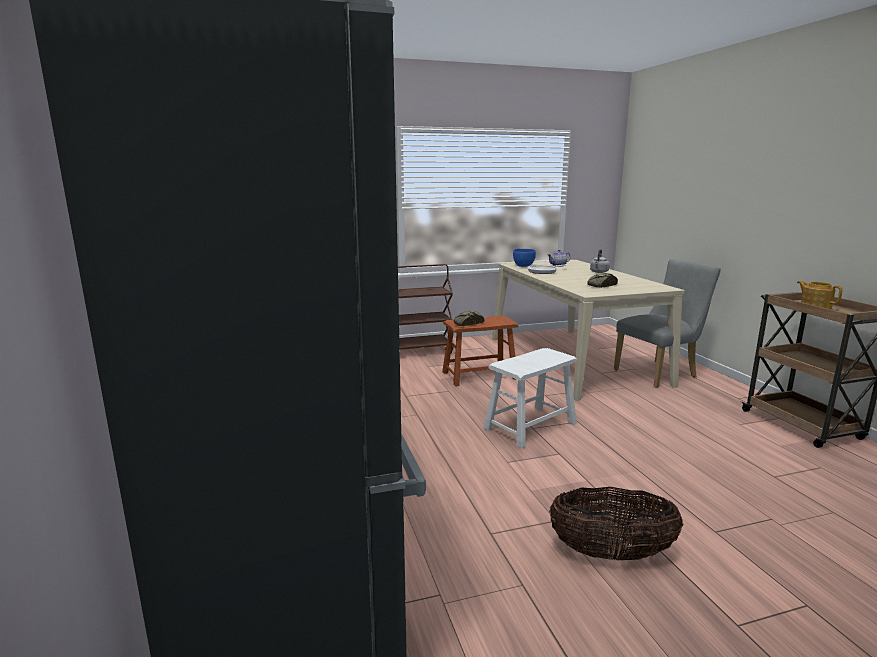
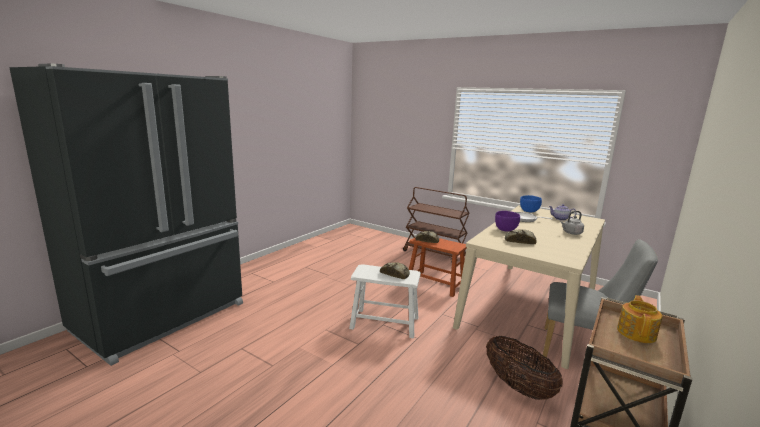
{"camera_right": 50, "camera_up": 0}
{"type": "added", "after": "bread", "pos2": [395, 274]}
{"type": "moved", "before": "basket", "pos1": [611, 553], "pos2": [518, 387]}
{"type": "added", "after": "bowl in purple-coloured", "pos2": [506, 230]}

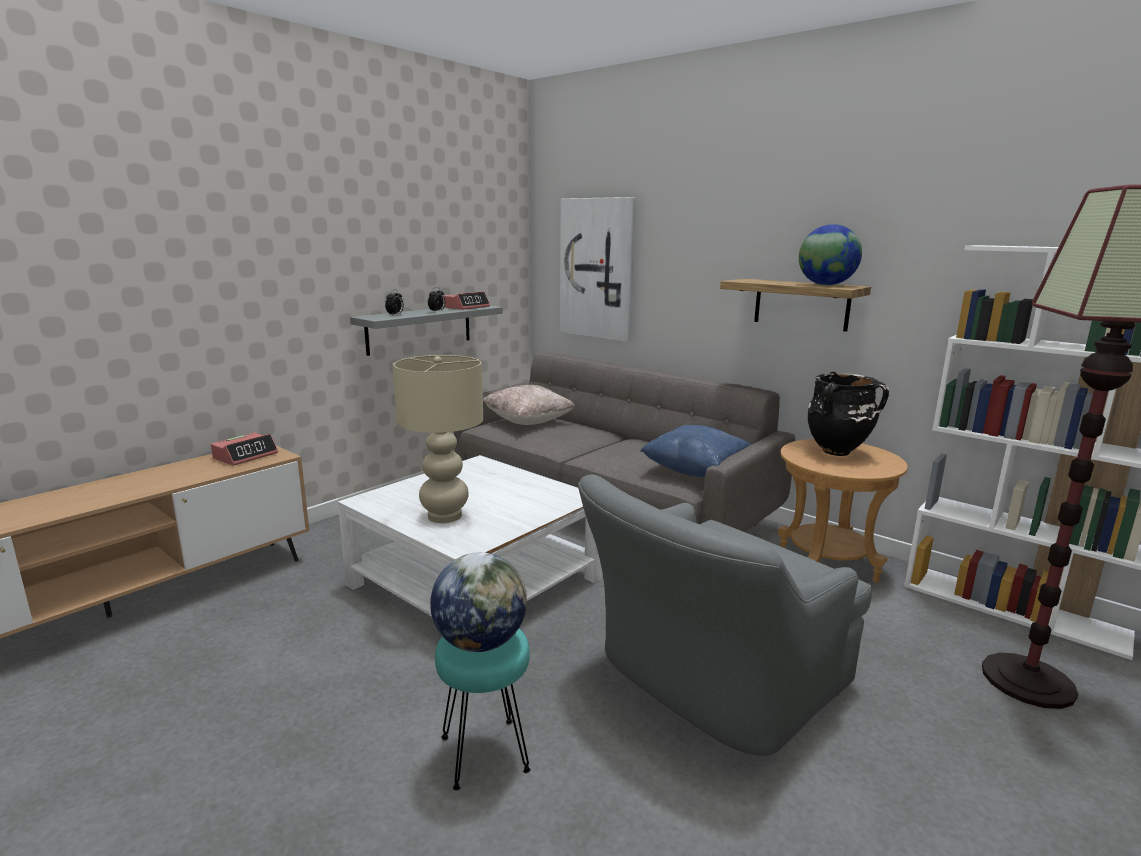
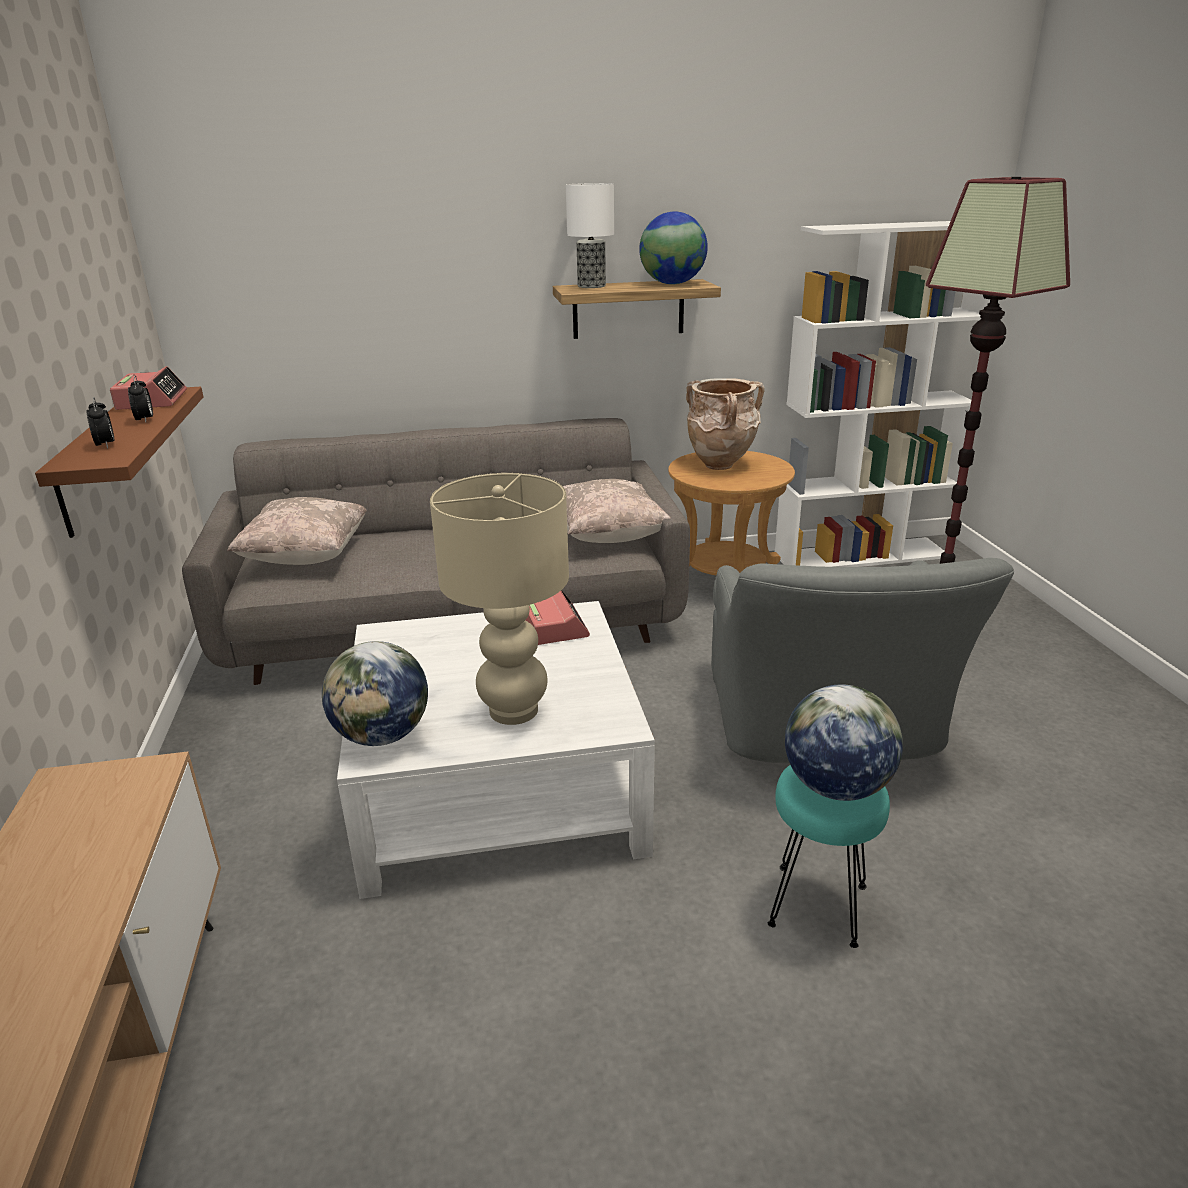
{"camera_right": -50, "camera_up": 10}
{"type": "recoloured", "before": "wall shelf in grey", "after": "wall shelf in brown", "pos1": [420, 328], "pos2": [100, 459]}
{"type": "added", "after": "globe", "pos2": [382, 736]}
{"type": "moved", "before": "table clock", "pos1": [246, 456], "pos2": [554, 626]}
{"type": "recoloured", "before": "pillow in blue", "after": "pillow in beige", "pos1": [696, 471], "pos2": [608, 536]}
{"type": "added", "after": "tabletop lamp", "pos2": [592, 286]}
{"type": "recoloured", "before": "flower vase in blackish", "after": "flower vase in beige", "pos1": [837, 453], "pos2": [721, 466]}
{"type": "removed", "before": "picture", "pos1": [597, 269]}

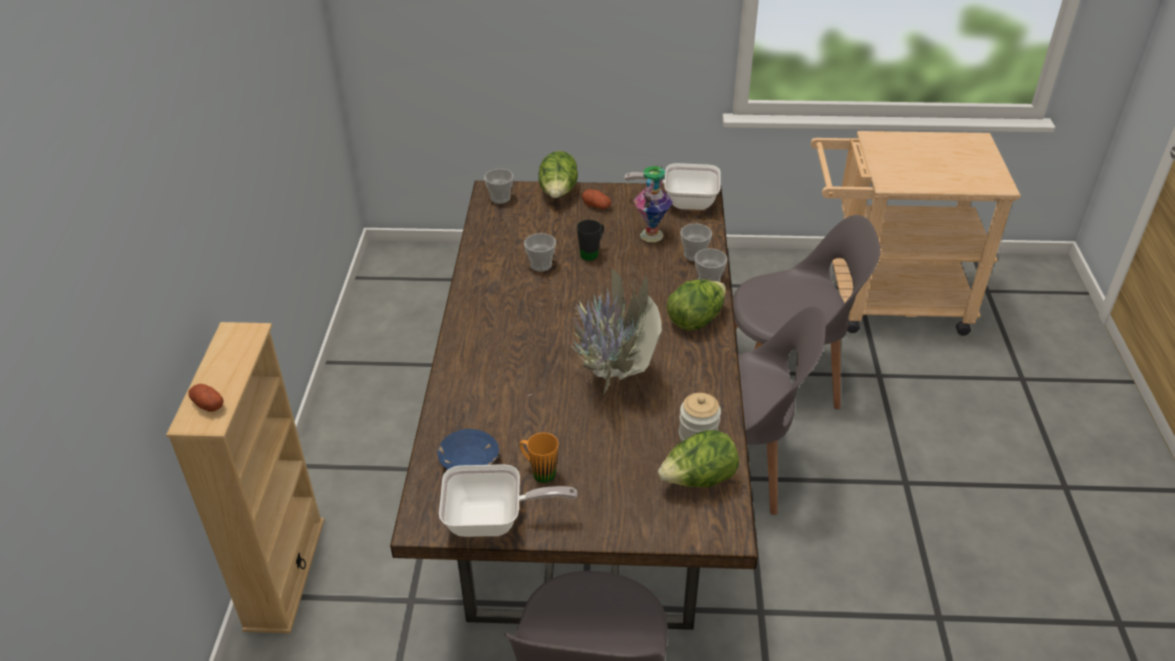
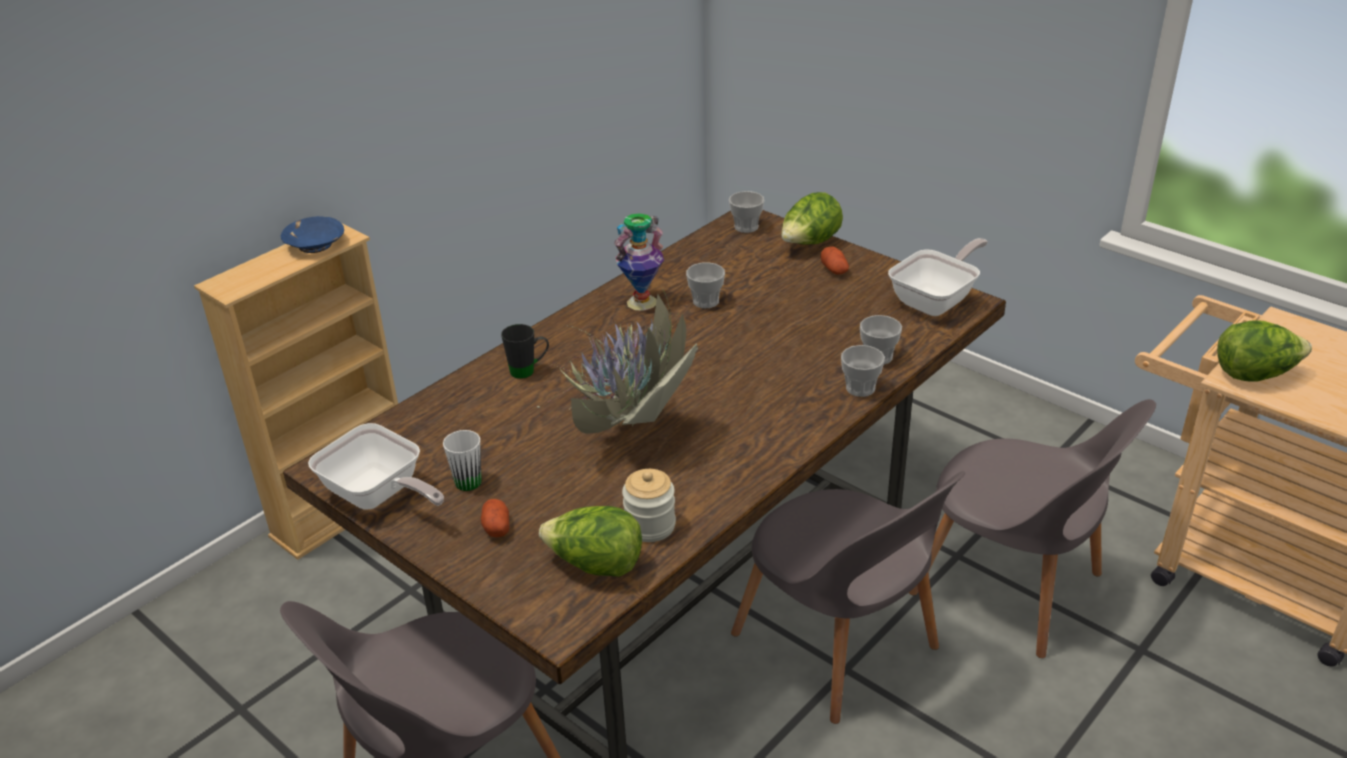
{"camera_right": 40, "camera_up": -5}
{"type": "moved", "before": "bowl in blue", "pos1": [469, 461], "pos2": [314, 245]}
{"type": "recoloured", "before": "tea mug in orange", "after": "tea mug in white", "pos1": [539, 472], "pos2": [467, 478]}
{"type": "moved", "before": "whole potato", "pos1": [208, 405], "pos2": [496, 527]}
{"type": "moved", "before": "tea mug in blackish", "pos1": [592, 253], "pos2": [528, 371]}
{"type": "moved", "before": "flower vase", "pos1": [652, 235], "pos2": [642, 302]}
{"type": "turned", "before": "skillet", "pos1": [683, 201], "pos2": [937, 300], "turn": 90}
{"type": "moved", "before": "lettuce head", "pos1": [696, 319], "pos2": [1254, 374]}

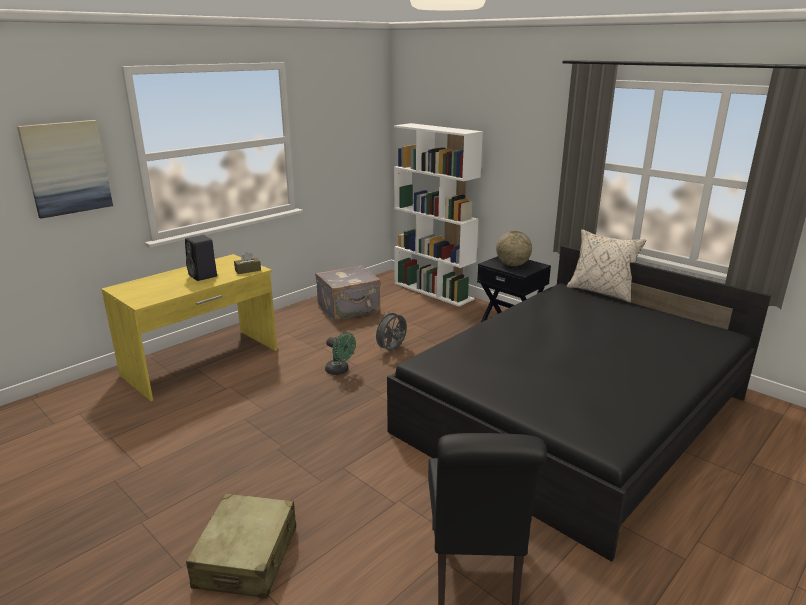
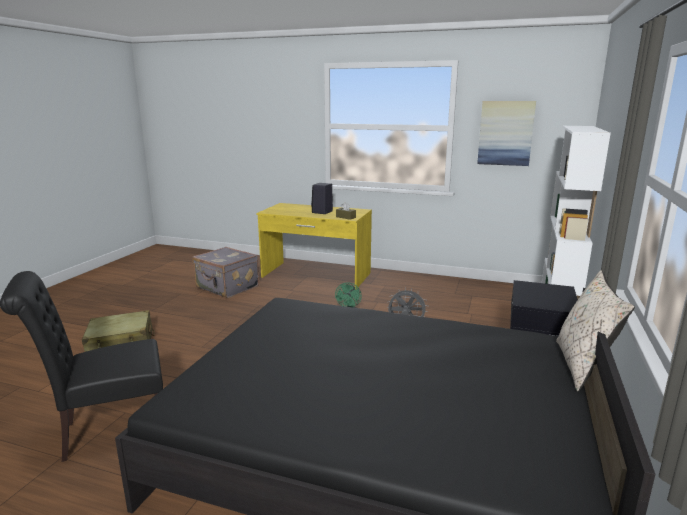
{"camera_right": 65, "camera_up": -5}
{"type": "moved", "before": "suitcase in grey", "pos1": [349, 310], "pos2": [227, 287]}
{"type": "moved", "before": "picture", "pos1": [67, 168], "pos2": [505, 133]}
{"type": "removed", "before": "globe", "pos1": [512, 265]}

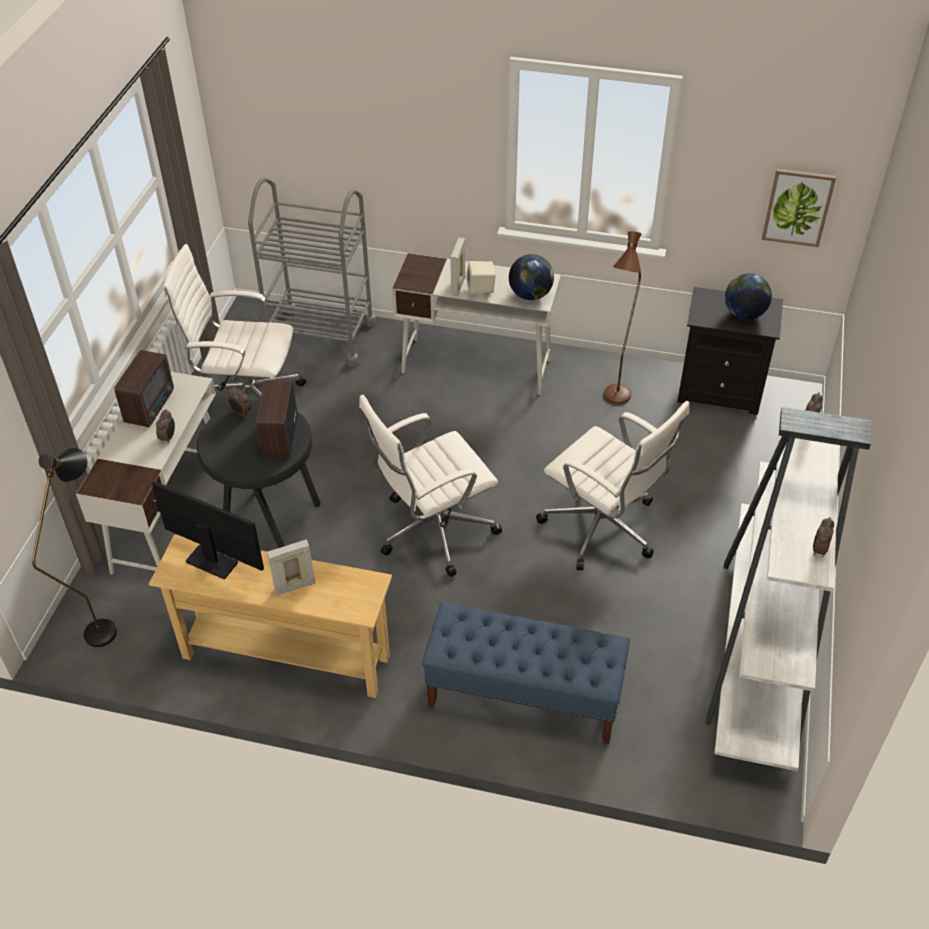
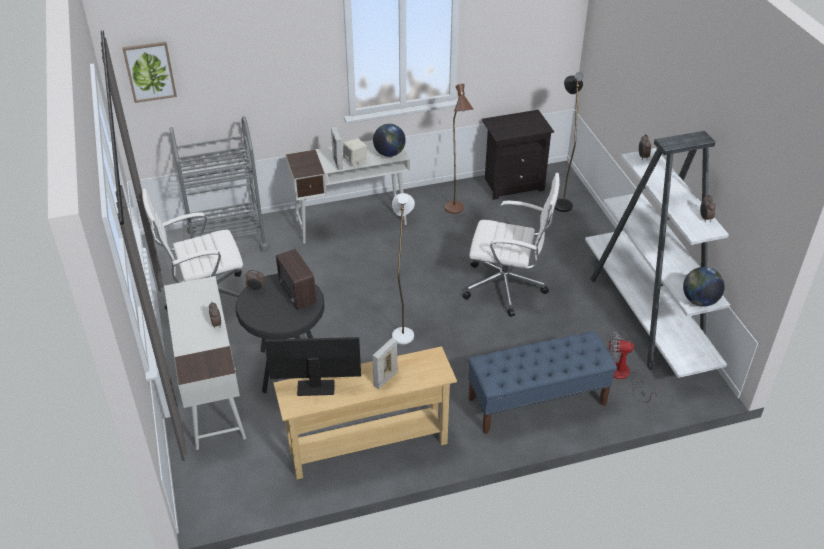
{"camera_right": -30, "camera_up": -5}
{"type": "moved", "before": "picture", "pos1": [798, 207], "pos2": [150, 71]}
{"type": "replaced", "before": "desk chair in white", "after": "floor lamp in white", "pos1": [433, 530], "pos2": [403, 330]}
{"type": "moved", "before": "floor lamp in blackish", "pos1": [108, 624], "pos2": [561, 201]}
{"type": "added", "after": "cooling fan", "pos2": [623, 376]}
{"type": "moved", "before": "globe", "pos1": [744, 314], "pos2": [699, 301]}
{"type": "removed", "before": "radio receiver", "pos1": [151, 406]}

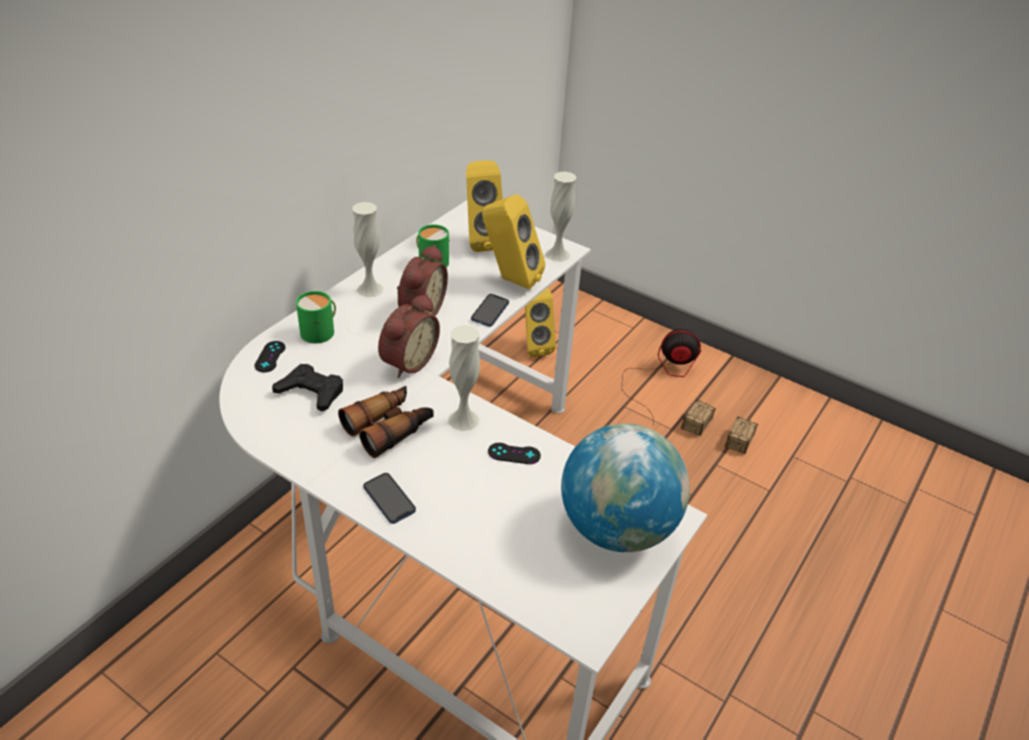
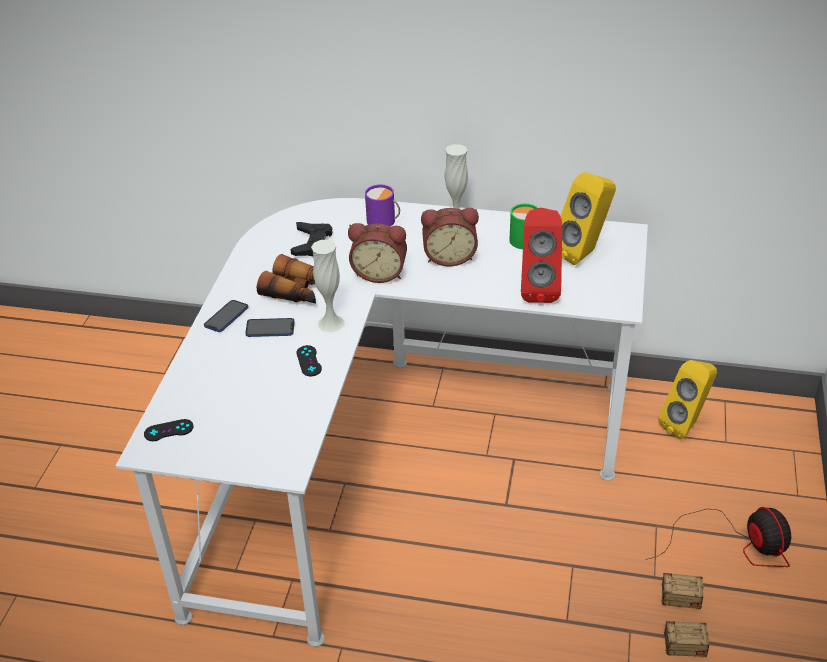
{"camera_right": 70, "camera_up": 0}
{"type": "moved", "before": "gamepad in blackish", "pos1": [270, 357], "pos2": [168, 430]}
{"type": "moved", "before": "phone", "pos1": [490, 311], "pos2": [270, 329]}
{"type": "recoloured", "before": "tea mug in green", "after": "tea mug in purple-coloured", "pos1": [321, 331], "pos2": [383, 221]}
{"type": "recoloured", "before": "loudspeaker in yellow", "after": "loudspeaker in red-coloured", "pos1": [510, 280], "pos2": [538, 289]}
{"type": "removed", "before": "flower vase in white", "pos1": [557, 254]}
{"type": "removed", "before": "globe", "pos1": [617, 528]}

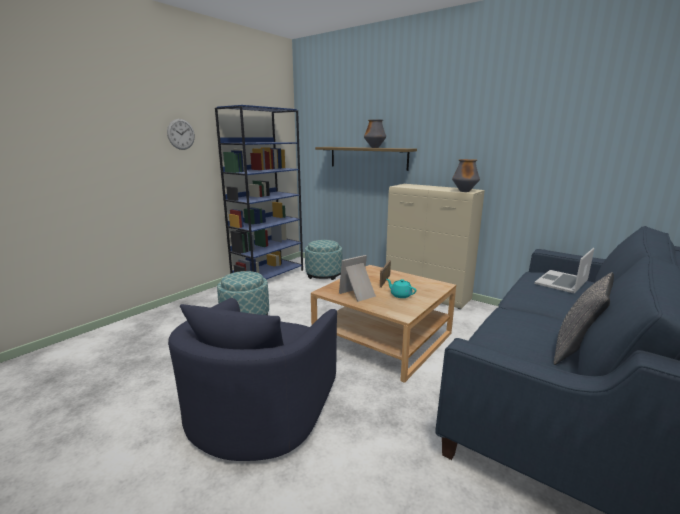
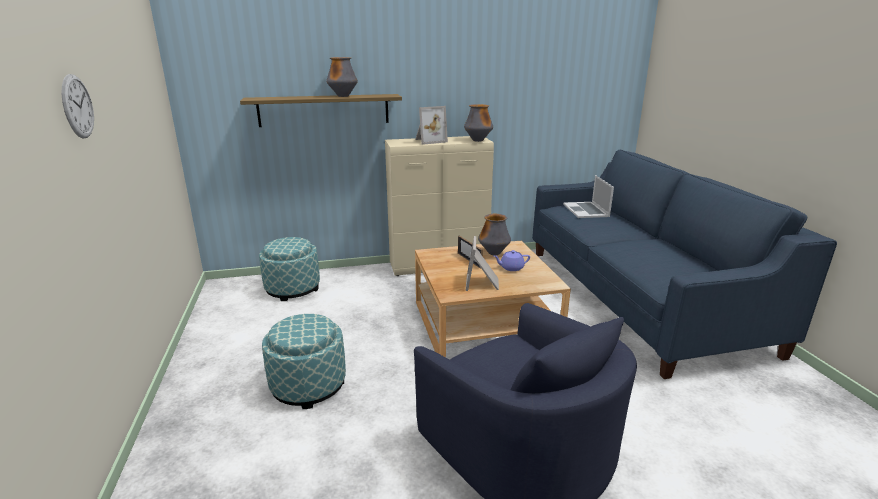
{"camera_right": -50, "camera_up": 5}
{"type": "added", "after": "standing frame", "pos2": [429, 141]}
{"type": "added", "after": "flower vase", "pos2": [494, 253]}
{"type": "recoloured", "before": "teapot in turquoise", "after": "teapot in purple-coloured", "pos1": [400, 295], "pos2": [511, 268]}
{"type": "removed", "before": "shelving unit in blue", "pos1": [268, 275]}
{"type": "removed", "before": "pillow in grey", "pos1": [576, 350]}

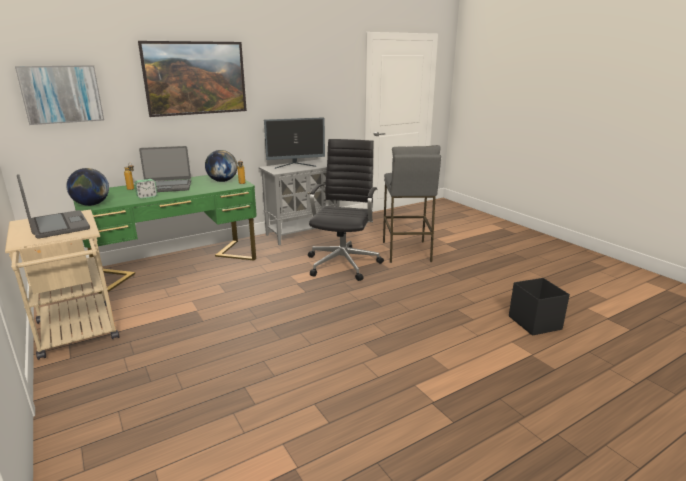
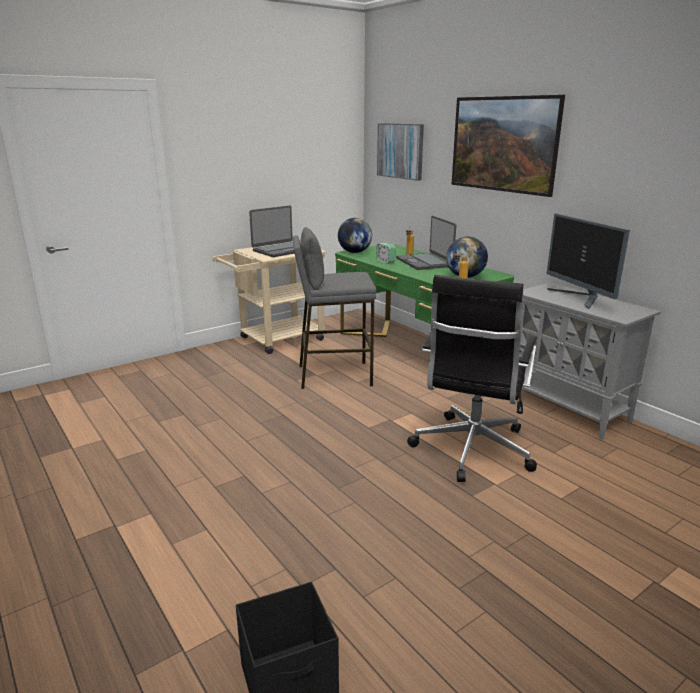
{"camera_right": 85, "camera_up": 0}
{"type": "moved", "before": "stool in grey", "pos1": [406, 251], "pos2": [334, 375]}
{"type": "turned", "before": "desk chair in blackish", "pos1": [343, 263], "pos2": [471, 450], "turn": 105}

